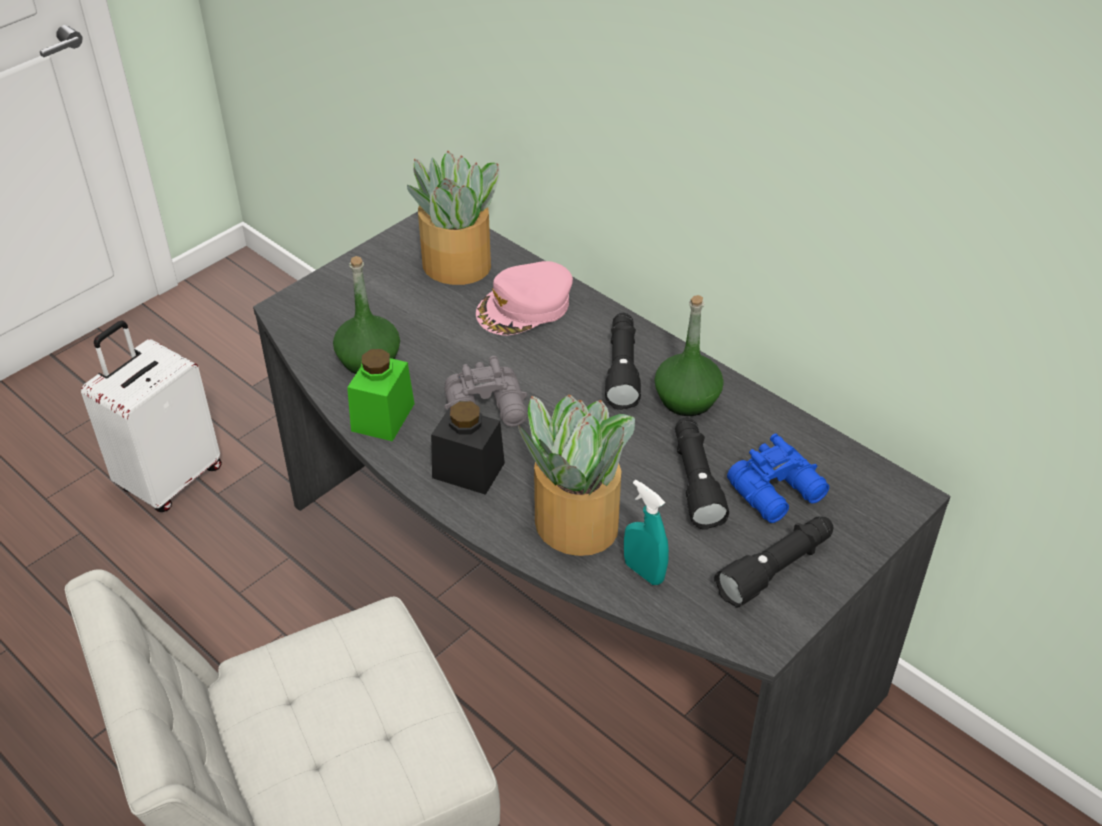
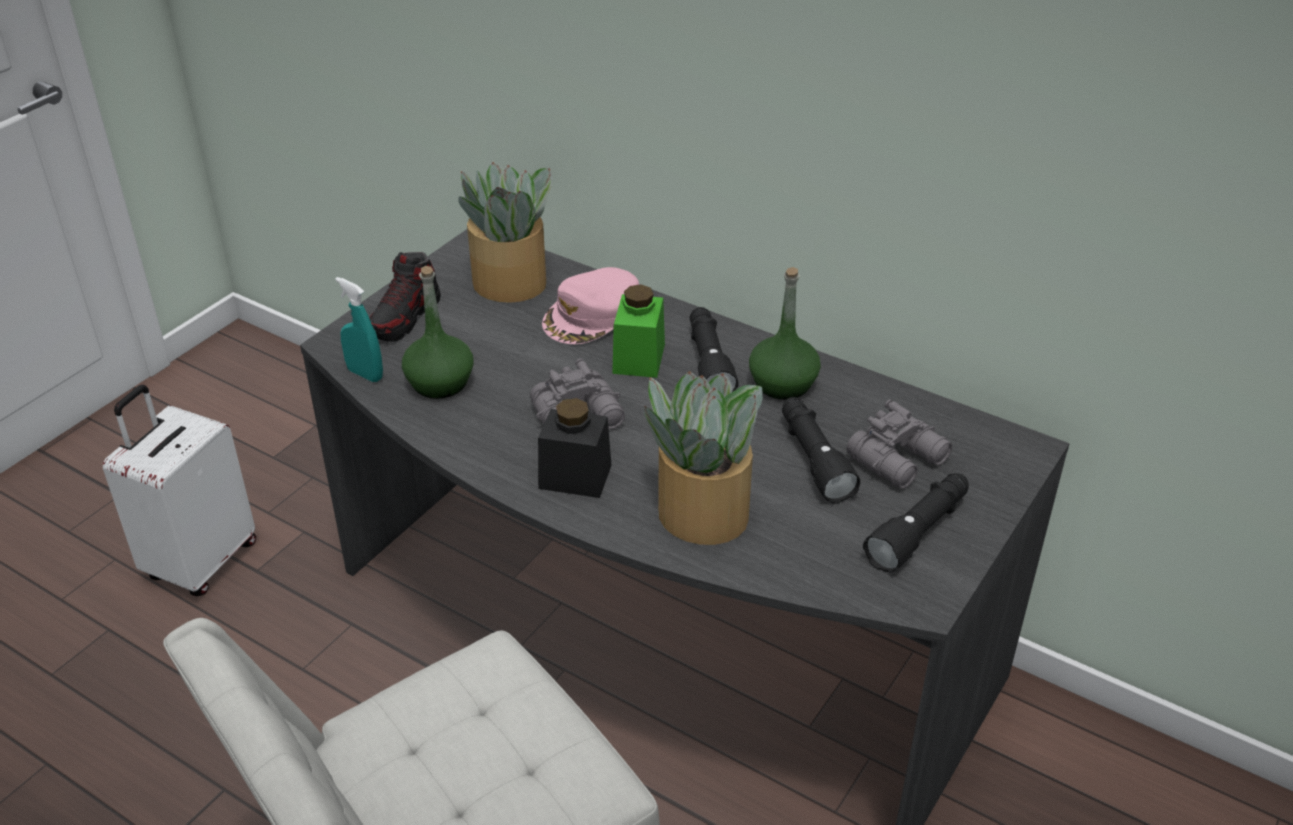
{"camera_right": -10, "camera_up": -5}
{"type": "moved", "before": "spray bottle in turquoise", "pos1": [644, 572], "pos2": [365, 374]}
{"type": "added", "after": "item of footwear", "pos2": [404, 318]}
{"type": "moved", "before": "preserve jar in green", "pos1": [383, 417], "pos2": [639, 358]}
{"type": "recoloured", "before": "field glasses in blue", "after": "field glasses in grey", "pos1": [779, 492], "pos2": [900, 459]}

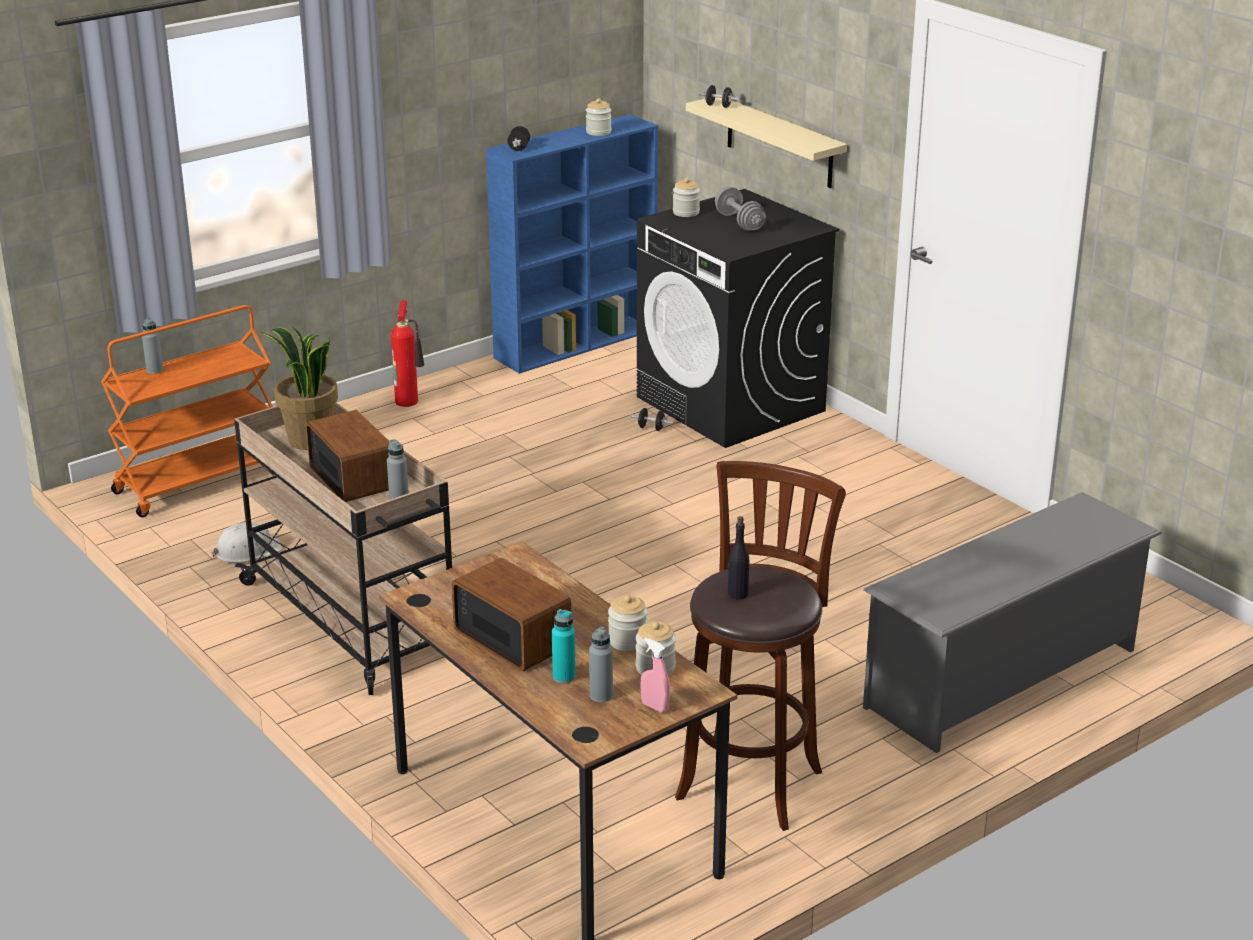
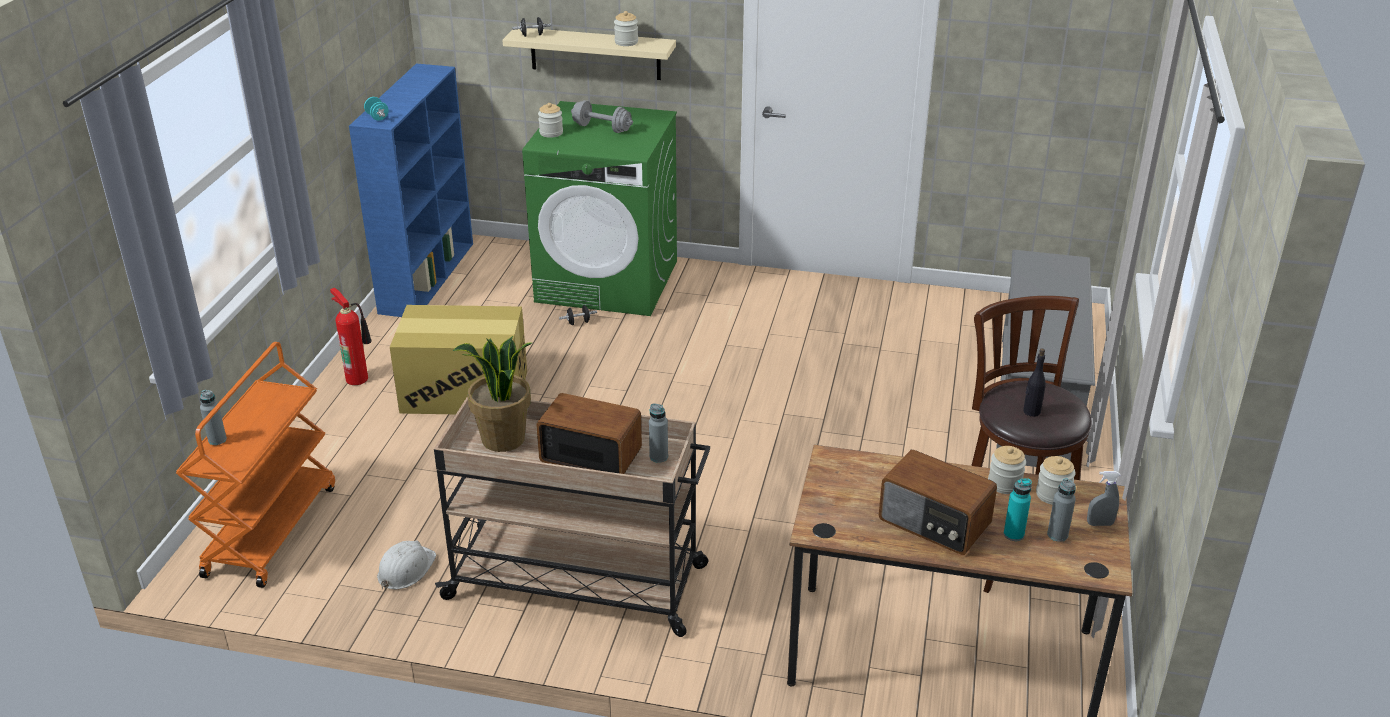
{"camera_right": -40, "camera_up": 5}
{"type": "recoloured", "before": "dumbbell in blackish", "after": "dumbbell in turquoise", "pos1": [519, 148], "pos2": [377, 117]}
{"type": "added", "after": "cardboard box", "pos2": [464, 391]}
{"type": "recoloured", "before": "washing machine in blackish", "after": "washing machine in green", "pos1": [731, 404], "pos2": [608, 281]}
{"type": "moved", "before": "preserve jar", "pos1": [598, 132], "pos2": [626, 42]}
{"type": "turned", "before": "radio receiver", "pos1": [513, 637], "pos2": [934, 523], "turn": -150}
{"type": "recoloured", "before": "spray bottle in pink-coloured", "after": "spray bottle in grey", "pos1": [654, 707], "pos2": [1099, 524]}

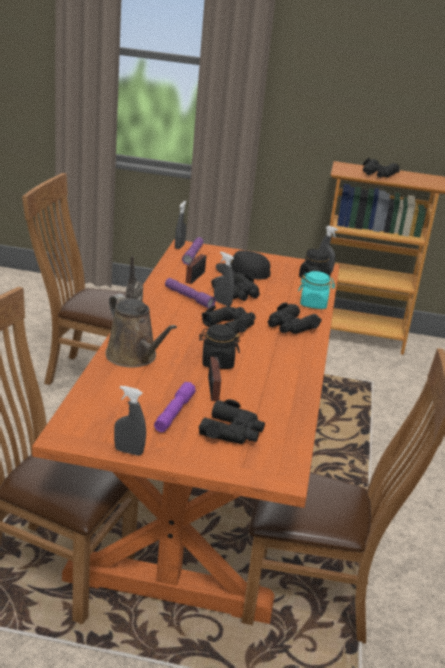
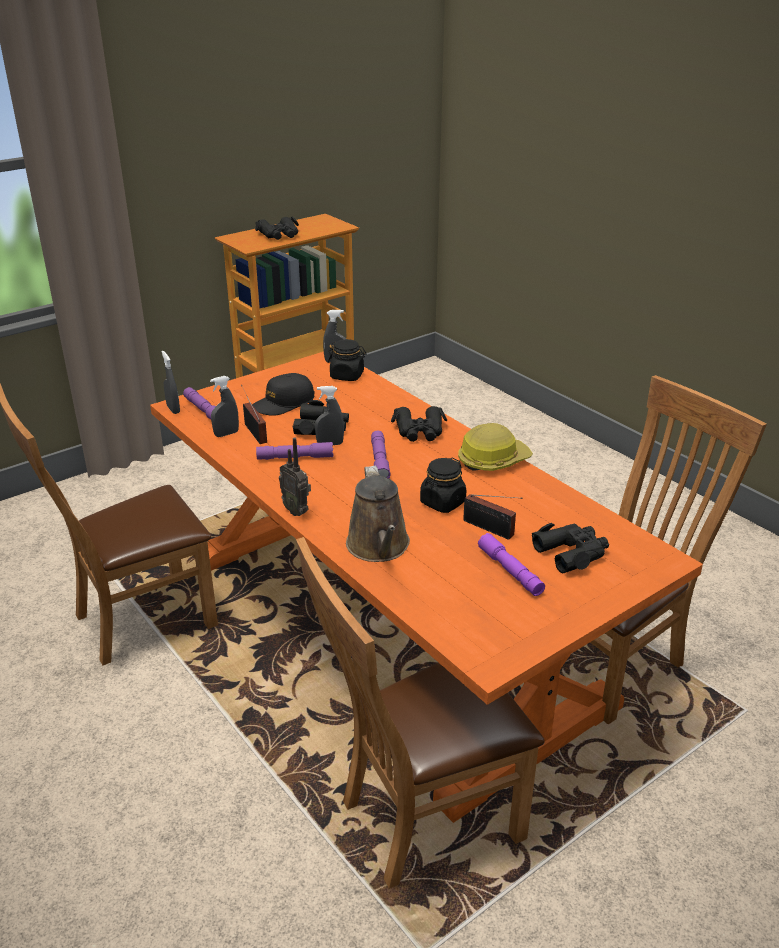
{"camera_right": -45, "camera_up": 5}
{"type": "moved", "before": "spray bottle in grey", "pos1": [129, 451], "pos2": [226, 434]}
{"type": "turned", "before": "watering pot in brown", "pos1": [134, 357], "pos2": [379, 547], "turn": 75}
{"type": "replaced", "before": "field glasses in blackish", "after": "hand torch in purple-coloured", "pos1": [230, 325], "pos2": [379, 461]}
{"type": "added", "after": "hard hat", "pos2": [492, 460]}
{"type": "removed", "before": "preserve jar in turquoise", "pos1": [314, 304]}

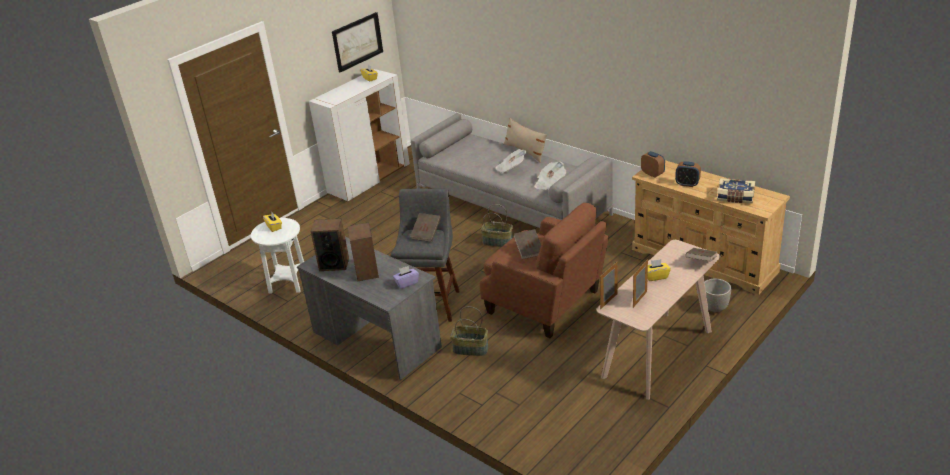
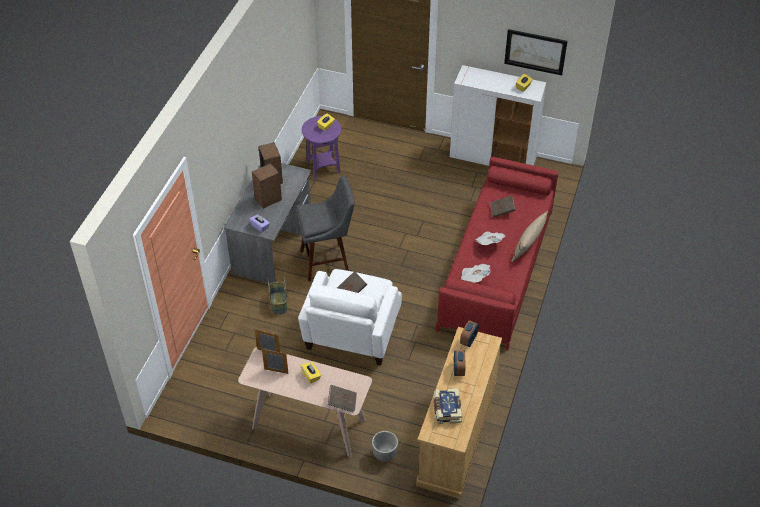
{"camera_right": 65, "camera_up": 15}
{"type": "recoloured", "before": "easy chair in brown", "after": "easy chair in white", "pos1": [546, 303], "pos2": [351, 334]}
{"type": "recoloured", "before": "end table in white", "after": "end table in purple-coloured", "pos1": [288, 283], "pos2": [323, 167]}
{"type": "recoloured", "before": "couch in grey", "after": "couch in red-coloured", "pos1": [511, 203], "pos2": [496, 269]}
{"type": "moved", "before": "volume in brown", "pos1": [426, 234], "pos2": [502, 211]}
{"type": "removed", "before": "basket", "pos1": [498, 242]}

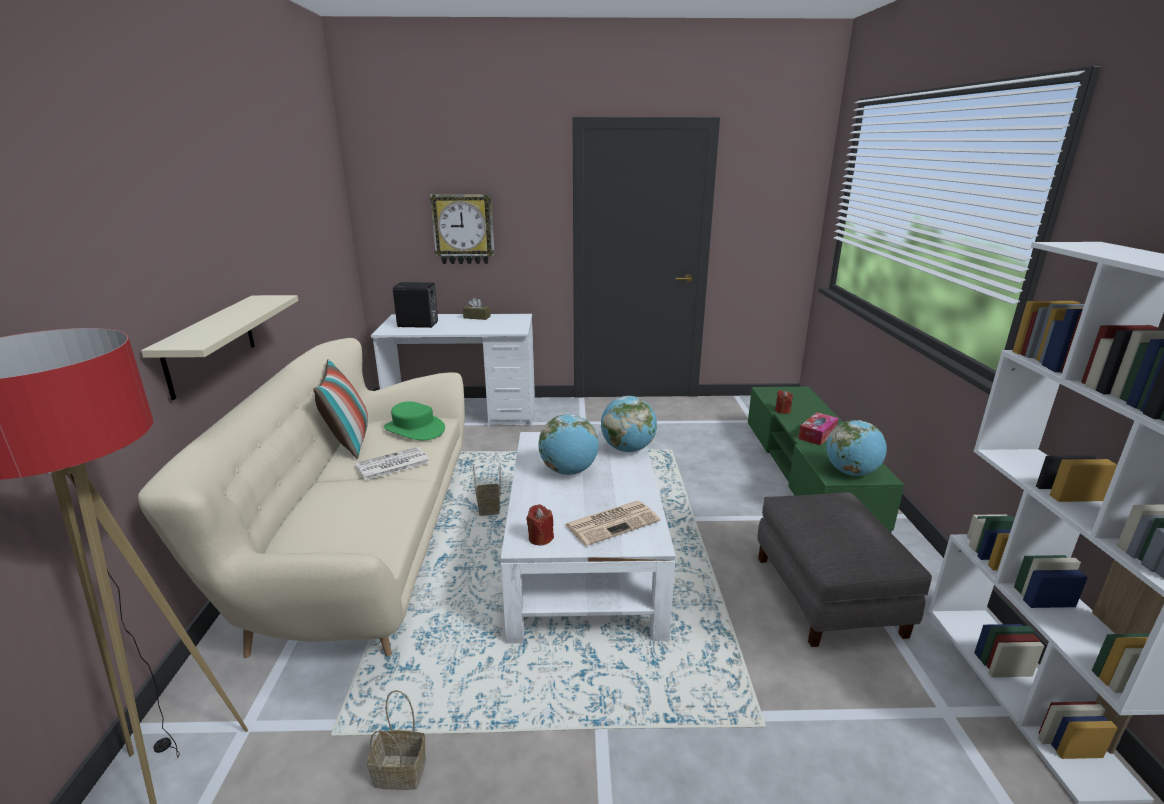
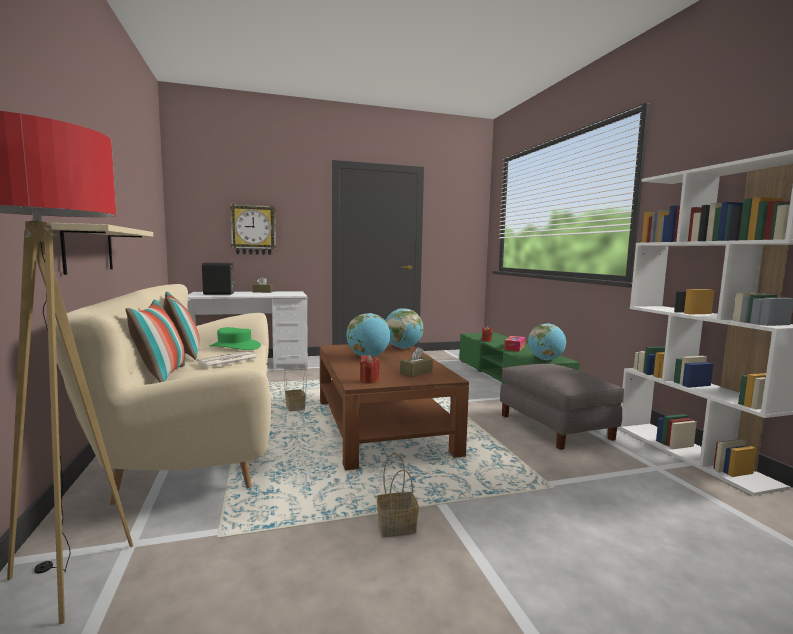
{"camera_right": -15, "camera_up": -15}
{"type": "added", "after": "pillow", "pos2": [161, 375]}
{"type": "recoloured", "before": "low table in white", "after": "low table in brown", "pos1": [584, 558], "pos2": [381, 425]}
{"type": "moved", "before": "basket", "pos1": [398, 773], "pos2": [395, 527]}
{"type": "replaced", "before": "daily paper", "after": "tissue box in brown", "pos1": [613, 522], "pos2": [416, 372]}

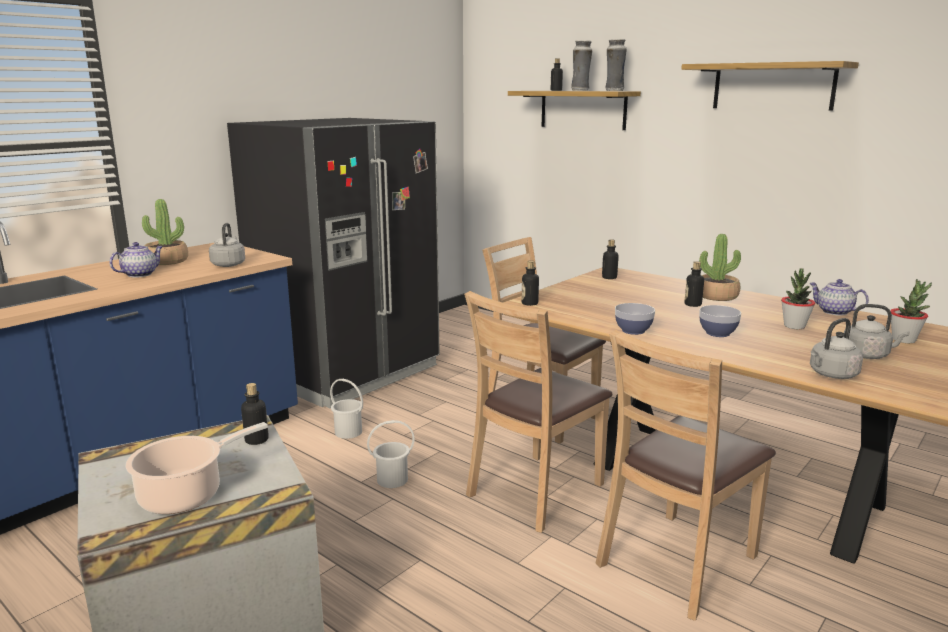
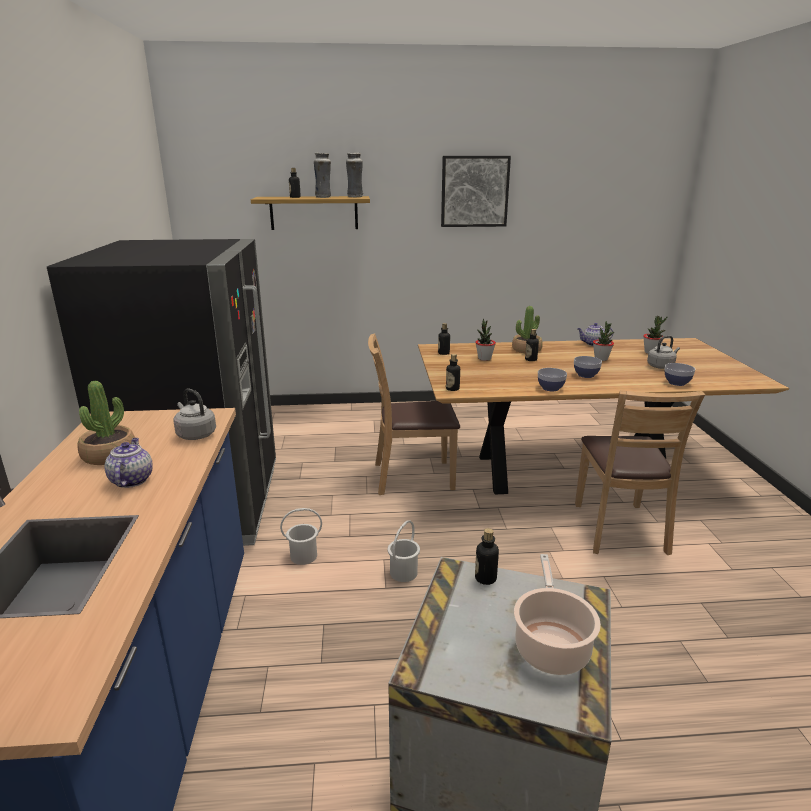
{"camera_right": -45, "camera_up": 5}
{"type": "replaced", "before": "wall shelf", "after": "picture", "pos1": [773, 86], "pos2": [474, 191]}
{"type": "added", "after": "potted plant", "pos2": [484, 358]}
{"type": "replaced", "before": "water kettle in grey", "after": "bowl", "pos1": [831, 375], "pos2": [677, 383]}
{"type": "removed", "before": "upright chair in brown", "pos1": [535, 491]}

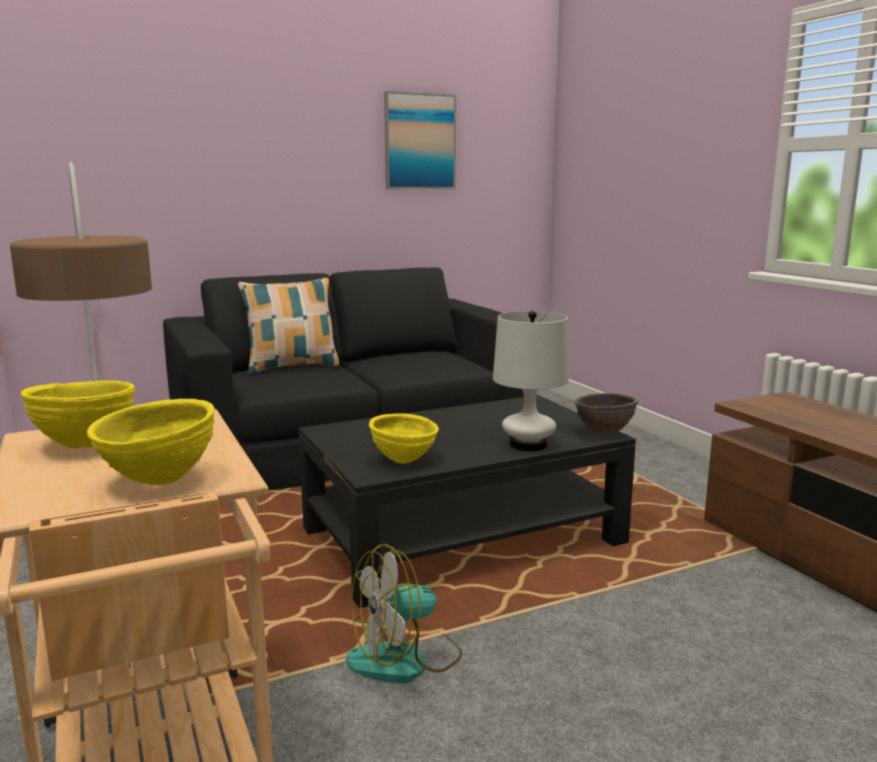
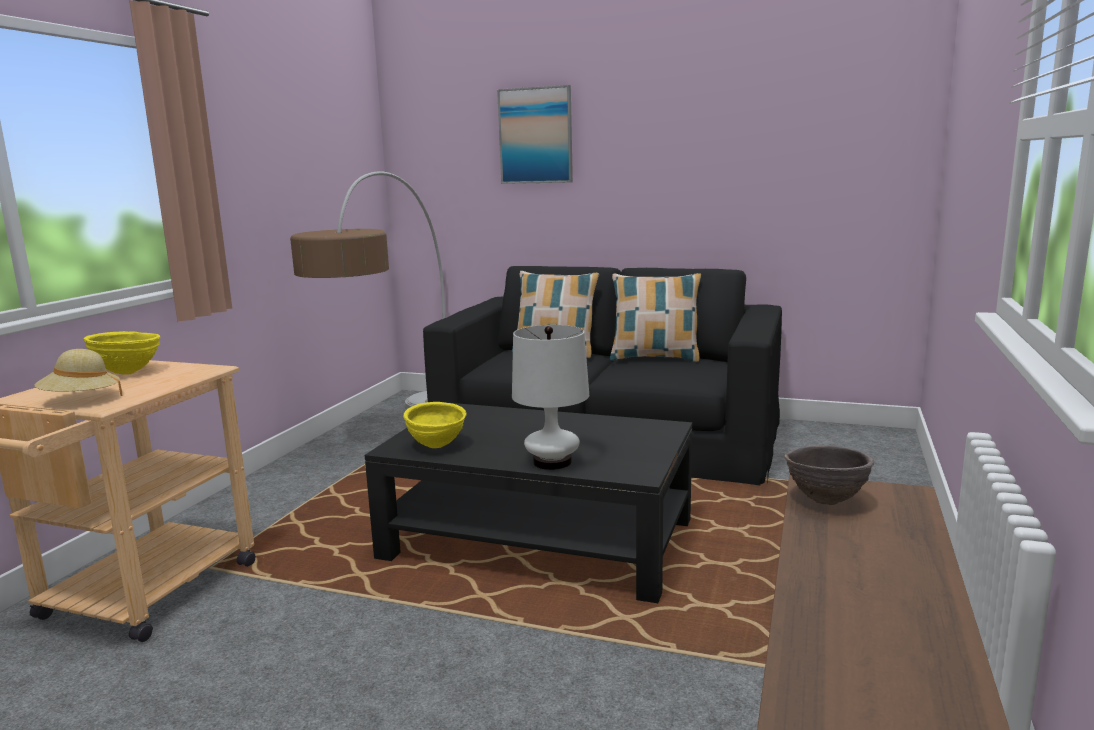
{"camera_right": 45, "camera_up": 0}
{"type": "replaced", "before": "bowl in yellow", "after": "wearable hat in beige", "pos1": [159, 481], "pos2": [81, 400]}
{"type": "moved", "before": "picture", "pos1": [419, 142], "pos2": [536, 136]}
{"type": "added", "after": "pillow", "pos2": [654, 358]}
{"type": "moved", "before": "bowl in brown", "pos1": [604, 433], "pos2": [826, 501]}
{"type": "removed", "before": "cooling fan", "pos1": [405, 659]}

